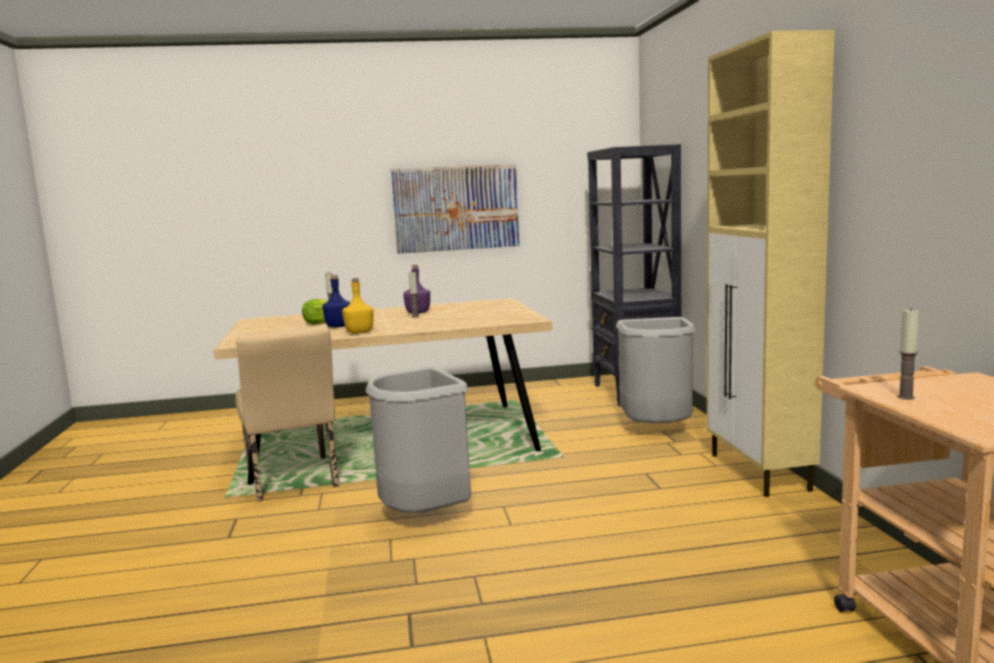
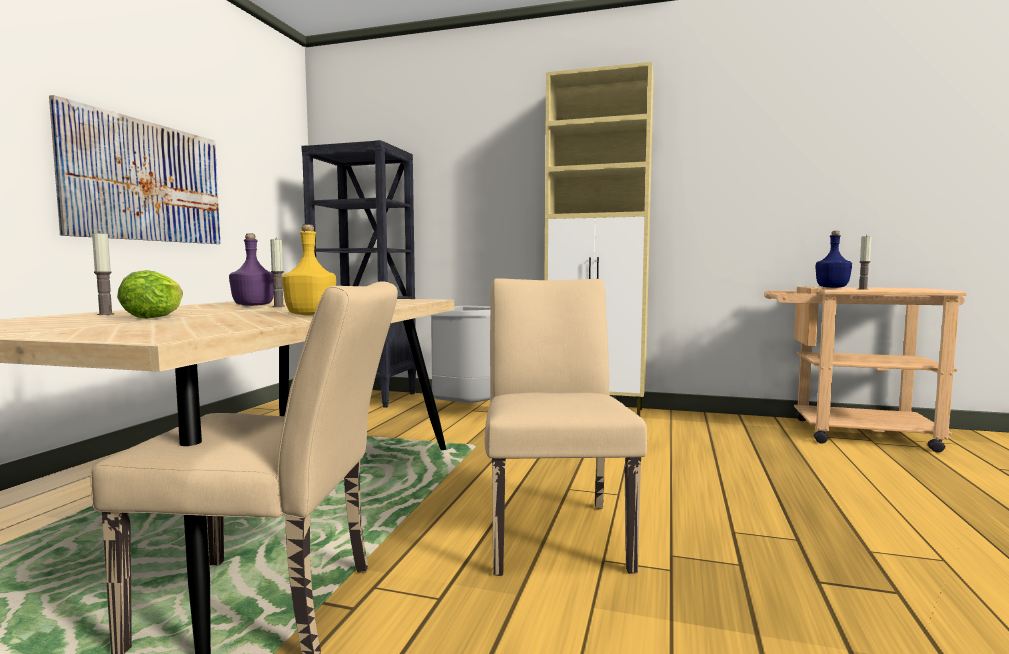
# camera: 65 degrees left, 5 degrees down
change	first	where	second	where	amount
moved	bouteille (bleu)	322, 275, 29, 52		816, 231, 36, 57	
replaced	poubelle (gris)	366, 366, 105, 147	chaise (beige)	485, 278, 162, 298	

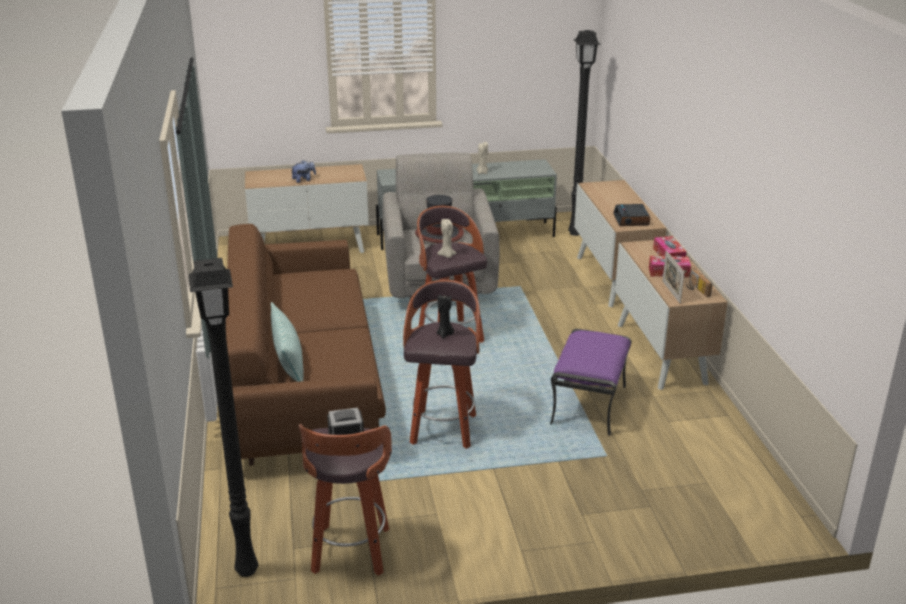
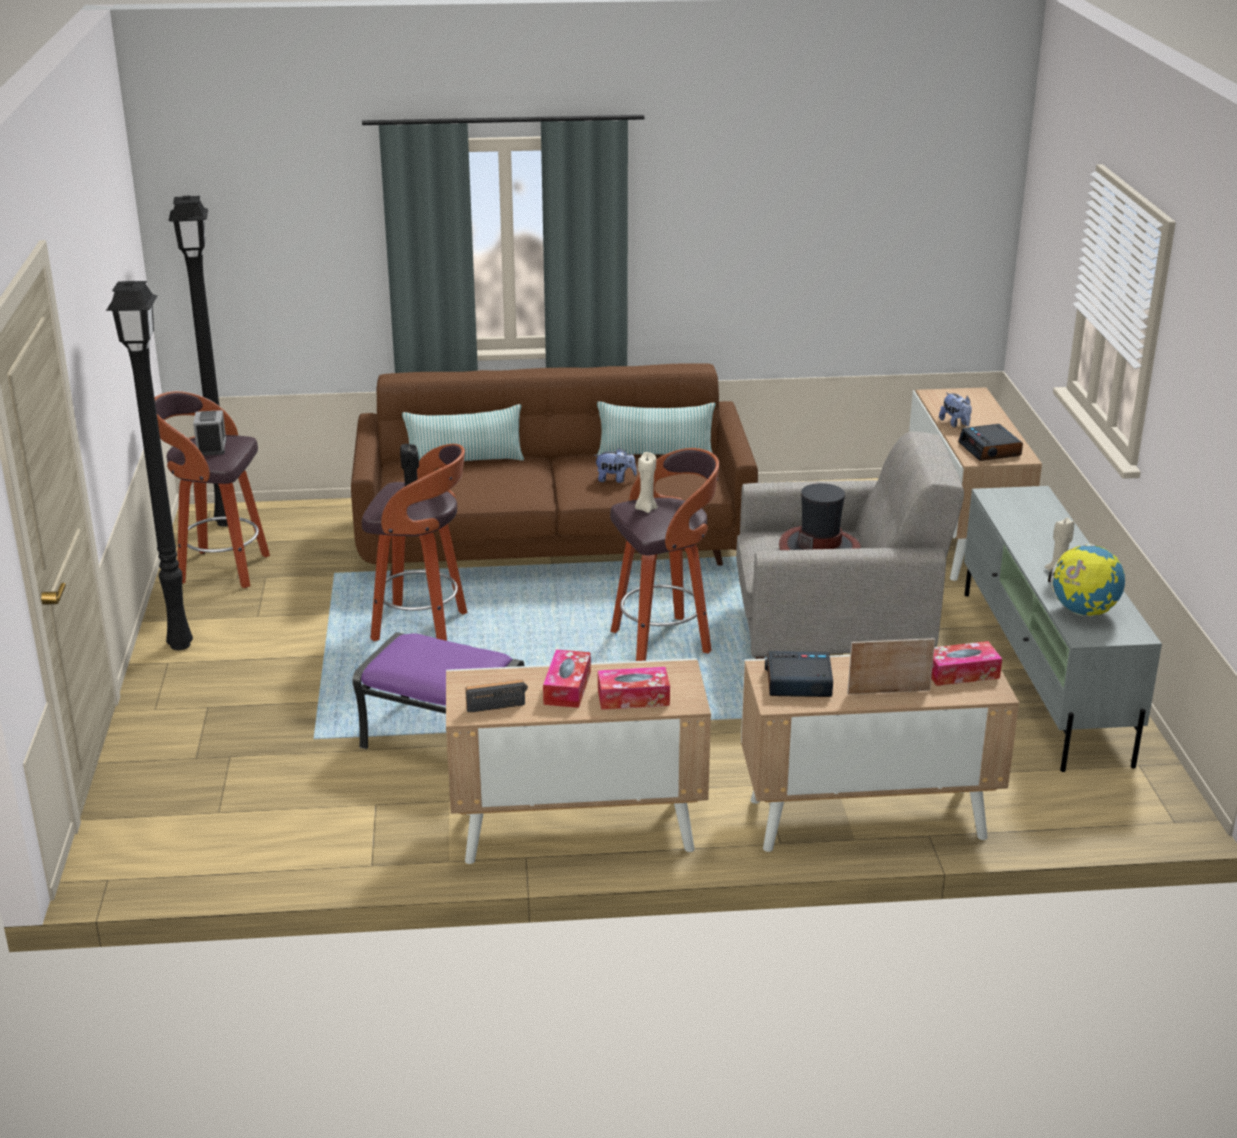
# camera: 95 degrees right, 0 degrees up
change	first	where	second	where	amount
added			peluche	594, 448, 43, 35	
added			coussin	597, 401, 119, 56	
added			boîte à mouchoirs	931, 641, 71, 45	
added			réveil	958, 424, 65, 37	
added			globe	1048, 544, 77, 72	
moved	lampadaire (noir)	568, 30, 32, 206		106, 281, 87, 369	
moved	cadre photo	663, 250, 21, 54		847, 638, 88, 56	

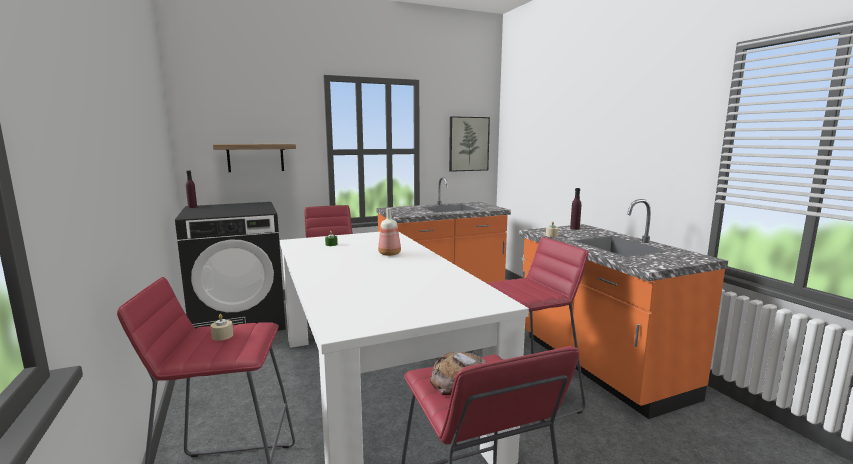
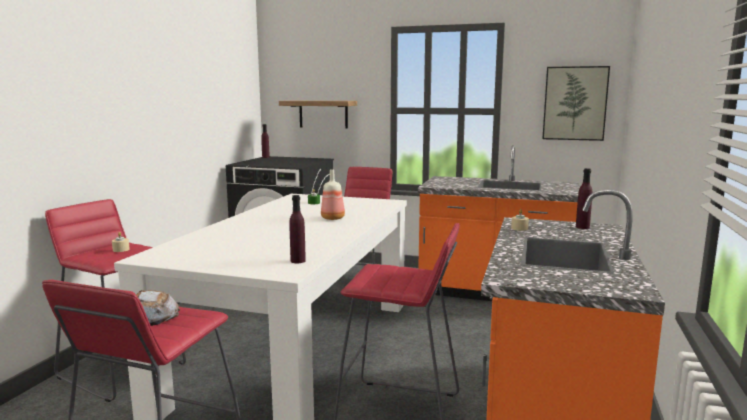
# camera: 40 degrees right, 0 degrees up
change	first	where	second	where	amount
added			bouteille (violet)	289, 195, 17, 68	

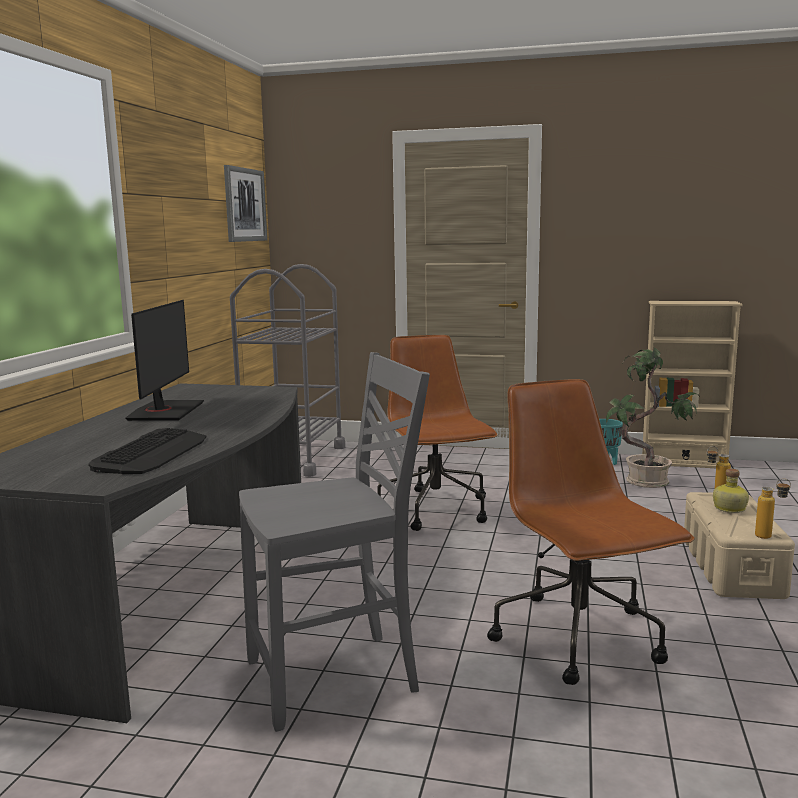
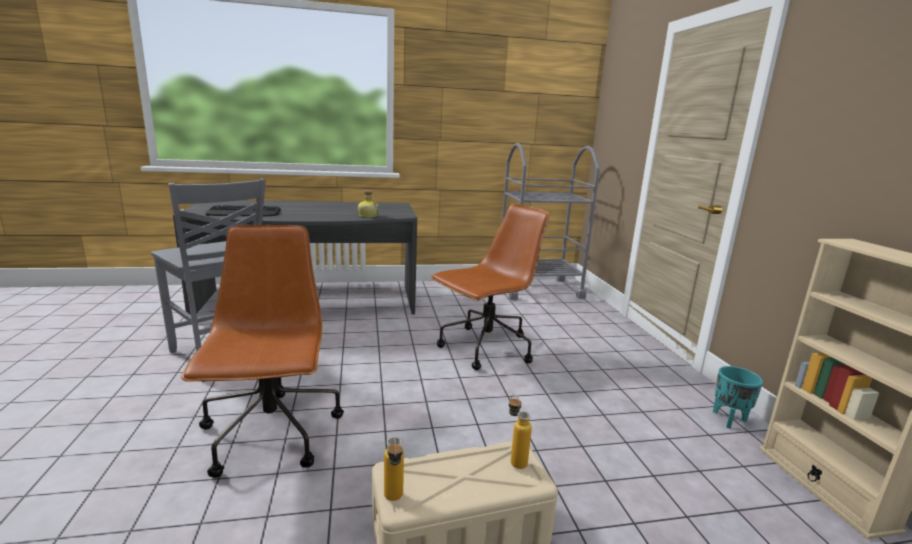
# camera: 65 degrees right, 5 degrees up
change	first	where	second	where	amount
removed	écran d'ordinateur	125, 300, 79, 121			
removed	tableau	224, 165, 43, 77			
removed	plante en pot	606, 347, 94, 141			
moved	bouteille	713, 469, 36, 44		358, 190, 21, 27	
turned	chaise de bureau (marron)	487, 379, 208, 306		181, 225, 163, 253	60 degrees counterclockwise

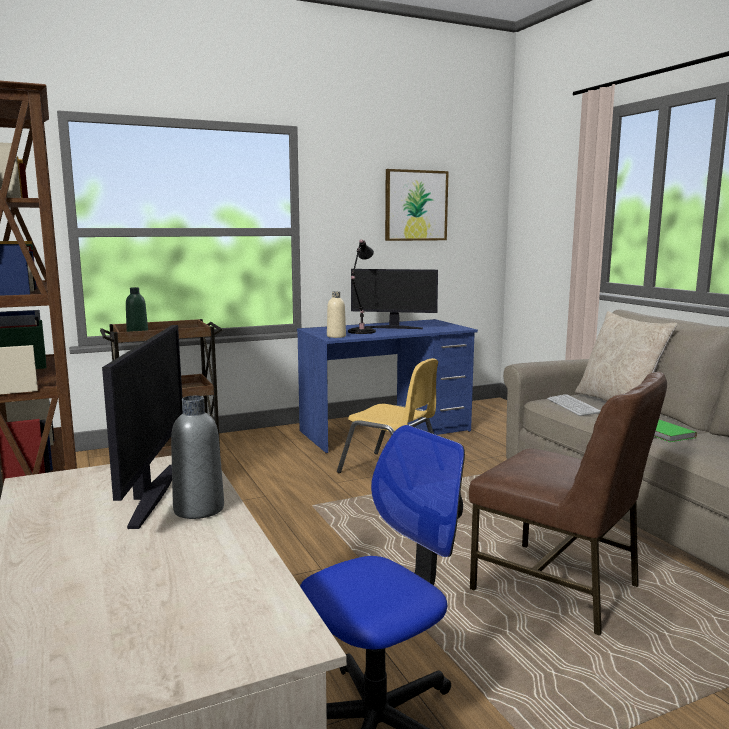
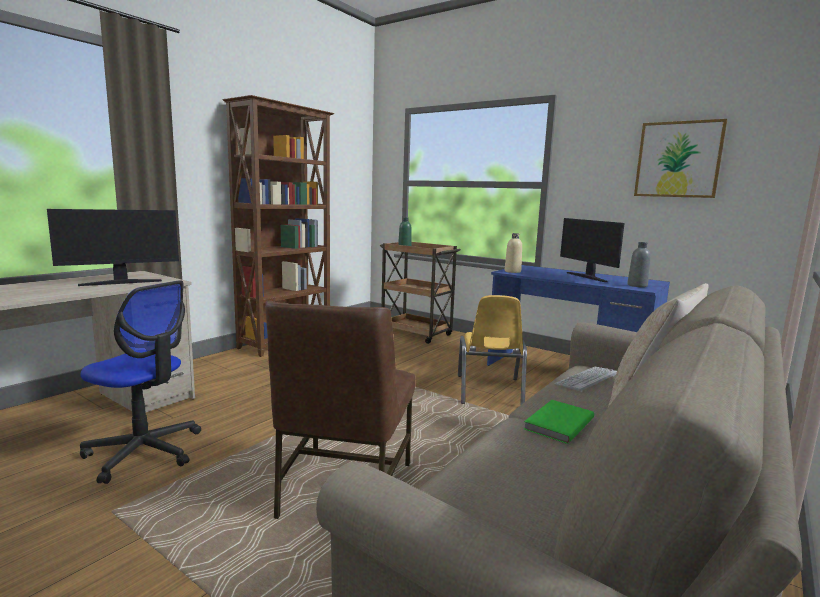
# camera: 60 degrees right, 0 degrees up
change	first	where	second	where	amount
removed	lampe de table (noir)	348, 240, 28, 94			
moved	bouteille (gris)	171, 396, 53, 123		627, 242, 24, 45	

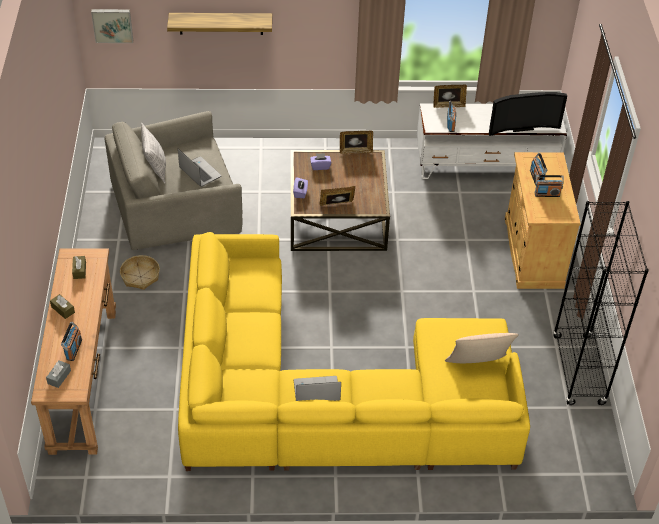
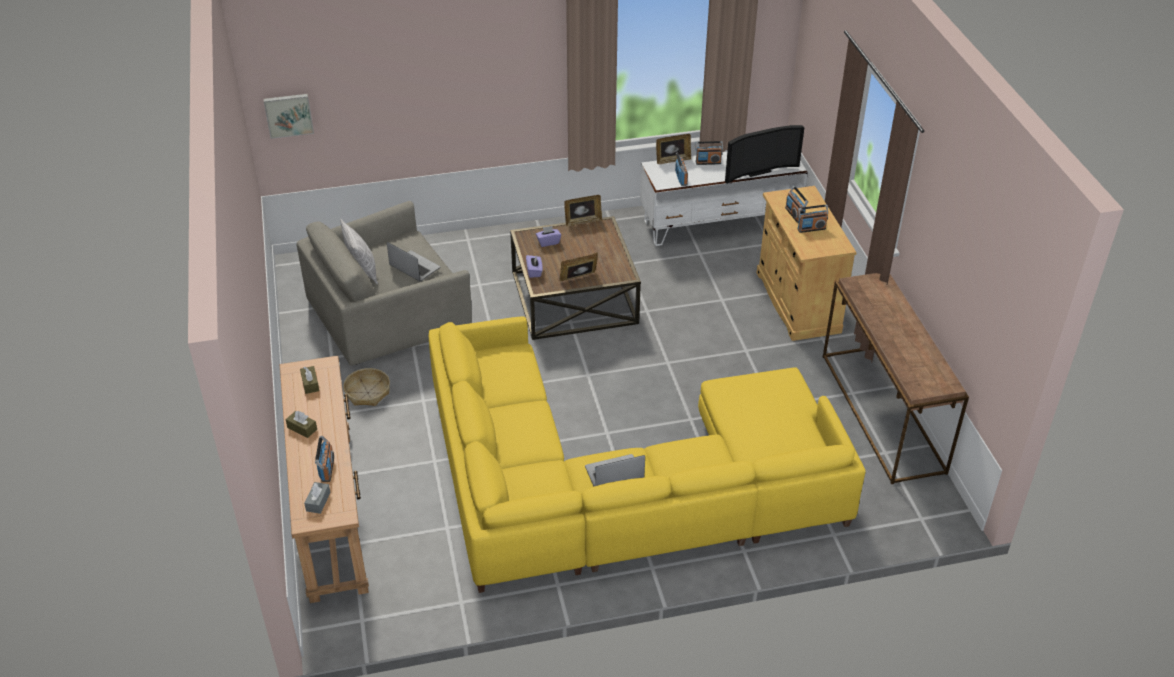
# camera: 10 degrees left, 5 degrees down
change	first	where	second	where	amount
removed	étagère	167, 13, 105, 22			
removed	coussin (beige)	445, 333, 74, 30			
added			radio	695, 141, 28, 24	
replaced	bibliothèque (noir)	553, 201, 96, 204	table console (marron)	823, 273, 146, 211	

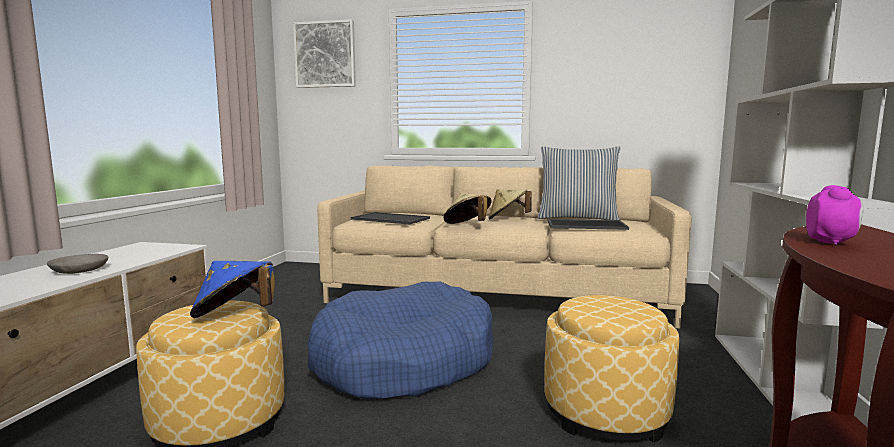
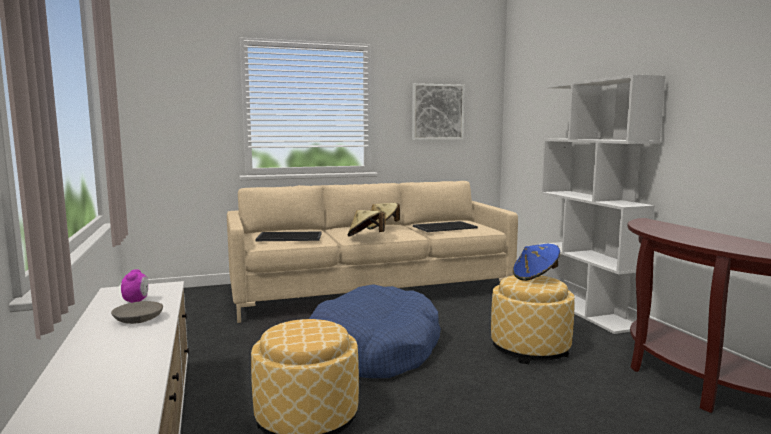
# camera: 30 degrees left, 0 degrees up
change	first	where	second	where	amount
removed	coussin	538, 146, 82, 74			
moved	chapeau (bleu)	190, 261, 85, 57		513, 244, 47, 37	
moved	tableau	293, 19, 63, 69		412, 83, 53, 57	
moved	réveil	806, 185, 57, 60		121, 270, 27, 33	

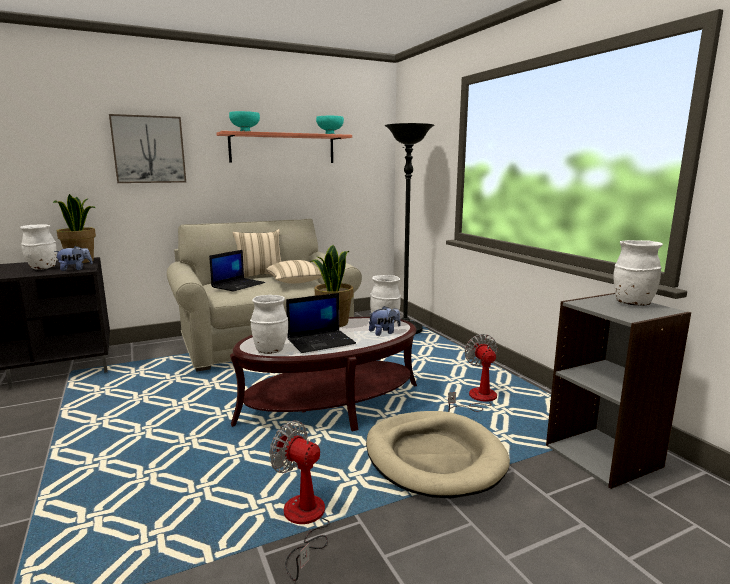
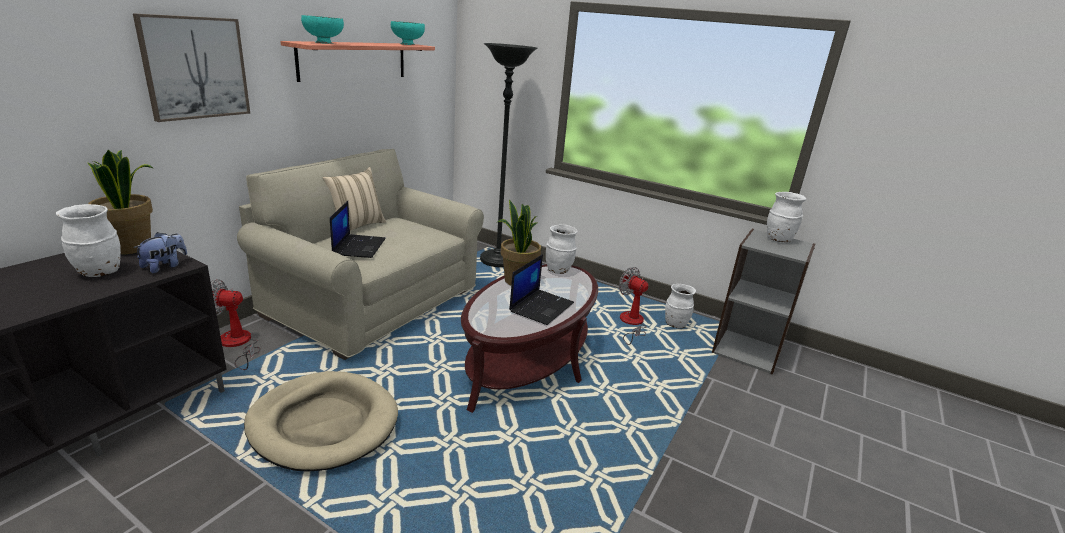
# camera: 35 degrees left, 10 degrees up
change	first	where	second	where	amount
removed	coussin (beige)	266, 260, 56, 24			
removed	peluche	369, 306, 32, 30			
moved	vase (blanc)	250, 295, 38, 59		665, 284, 31, 44	
moved	ventilateur	269, 421, 61, 160		211, 279, 49, 91	
moved	panier pour chien (beige)	366, 411, 144, 87		244, 371, 154, 101	

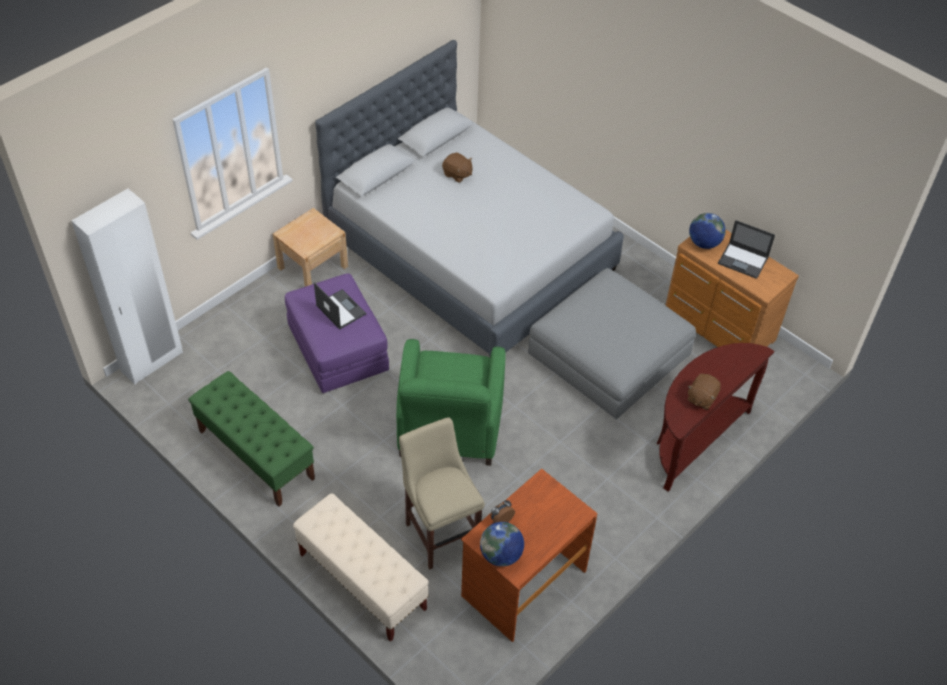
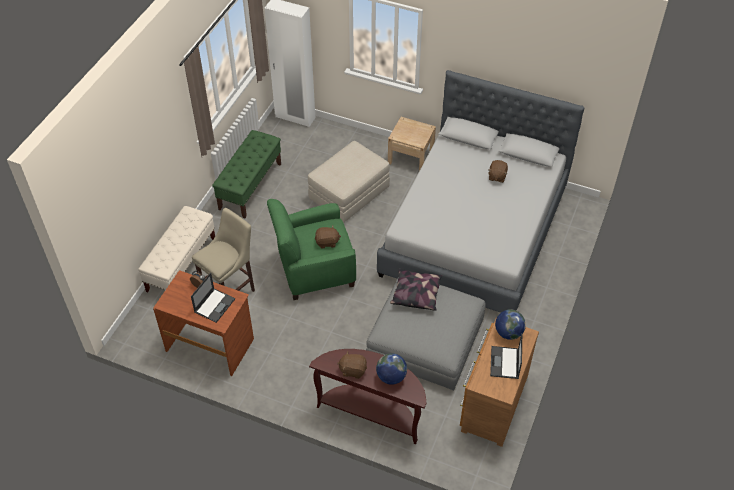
# camera: 70 degrees right, 0 degrees up
change	first	where	second	where	amount
added			peluche (marron)	315, 225, 26, 23	
added			coussin	390, 268, 52, 43	
moved	ordinateur portable	314, 282, 53, 47		191, 273, 44, 50	
moved	globe	480, 522, 44, 45		376, 353, 31, 32	
recoloured	pouf (violet)	285, 273, 104, 120	pouf (beige)	308, 141, 82, 82	

